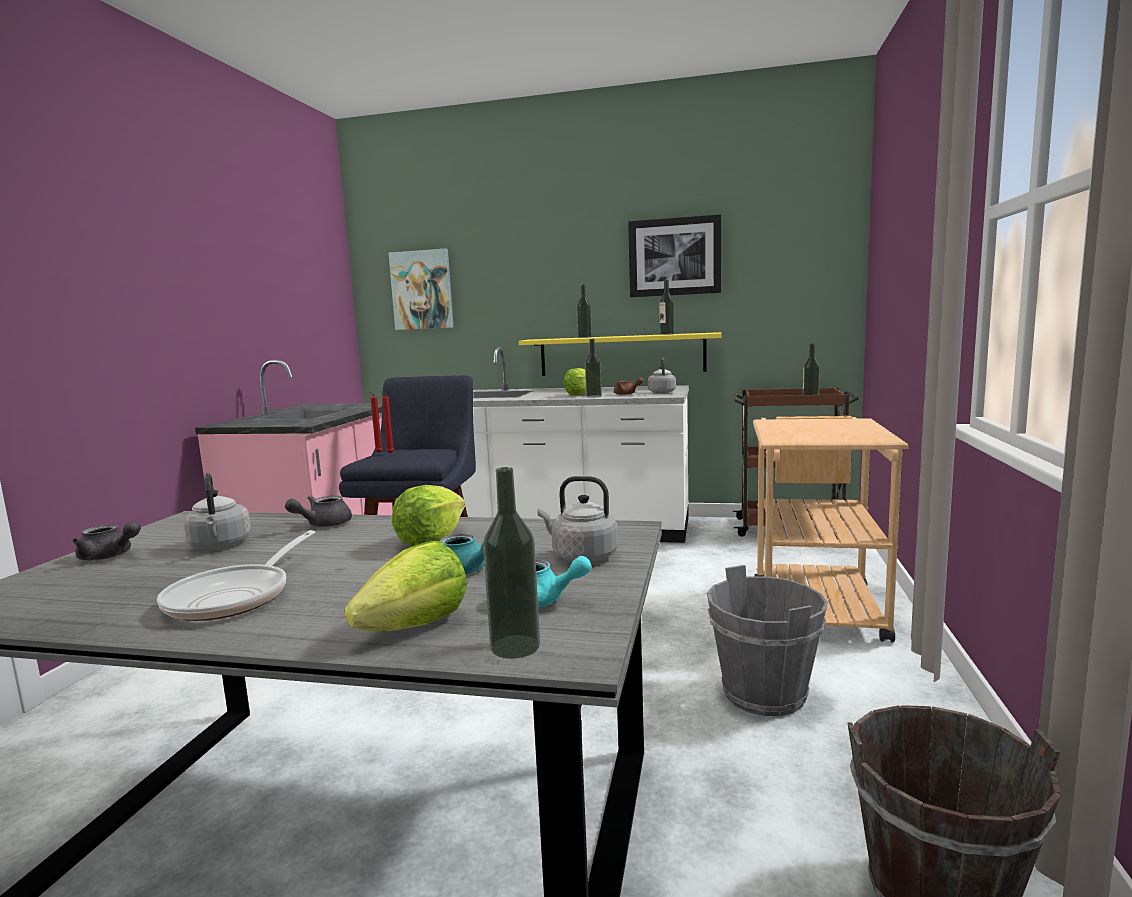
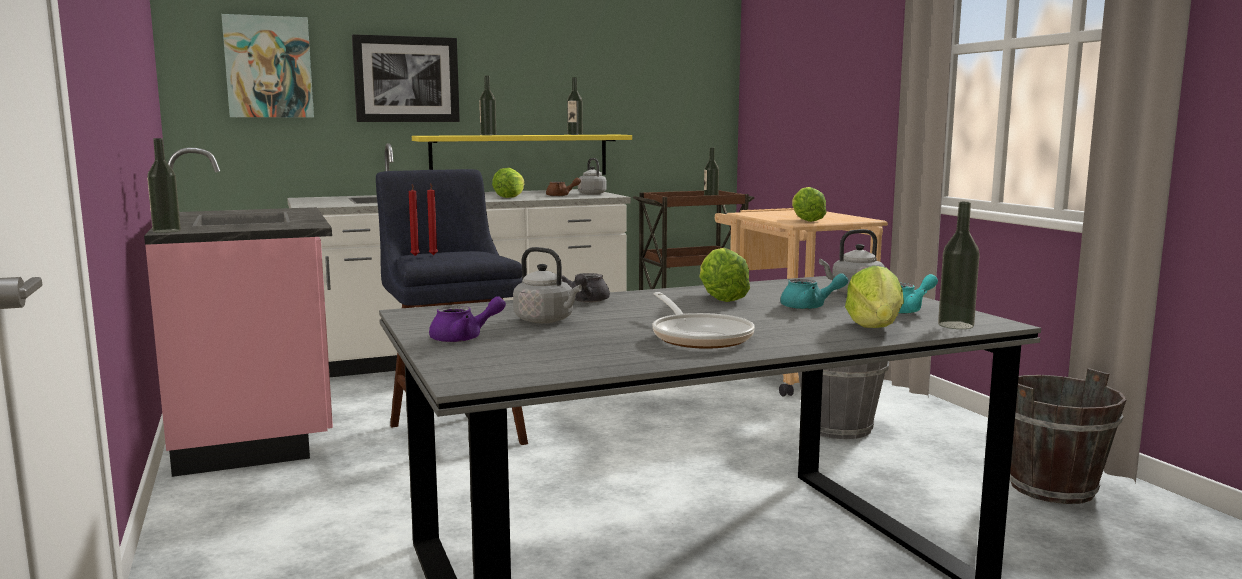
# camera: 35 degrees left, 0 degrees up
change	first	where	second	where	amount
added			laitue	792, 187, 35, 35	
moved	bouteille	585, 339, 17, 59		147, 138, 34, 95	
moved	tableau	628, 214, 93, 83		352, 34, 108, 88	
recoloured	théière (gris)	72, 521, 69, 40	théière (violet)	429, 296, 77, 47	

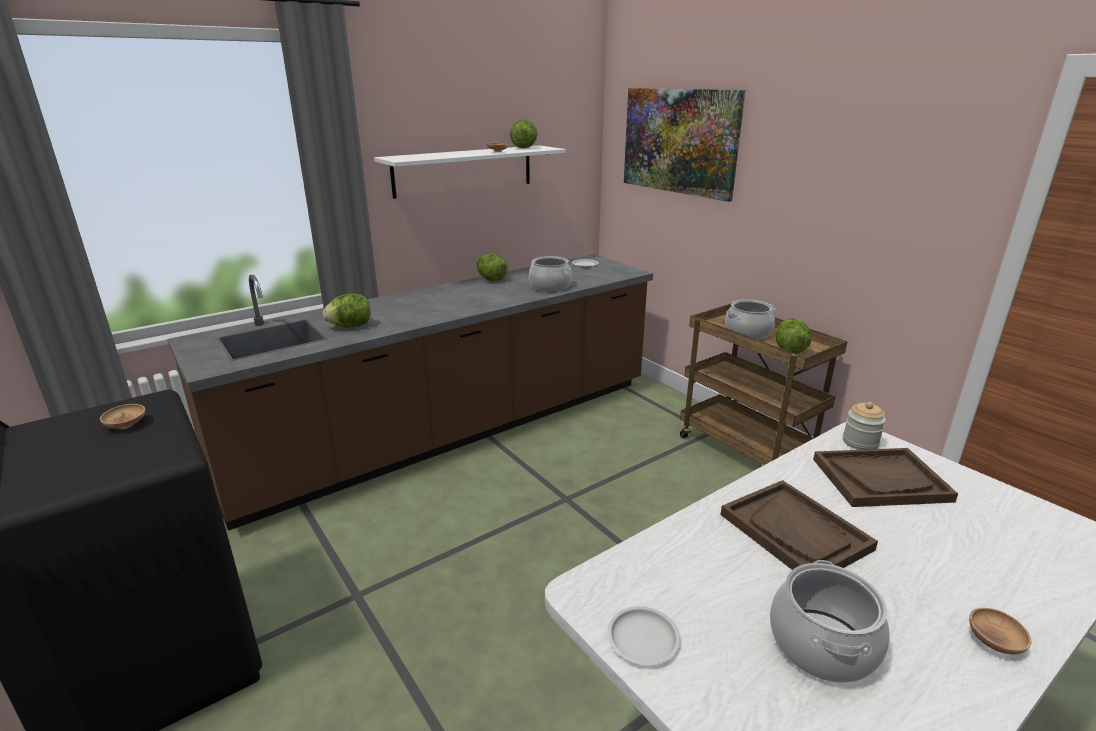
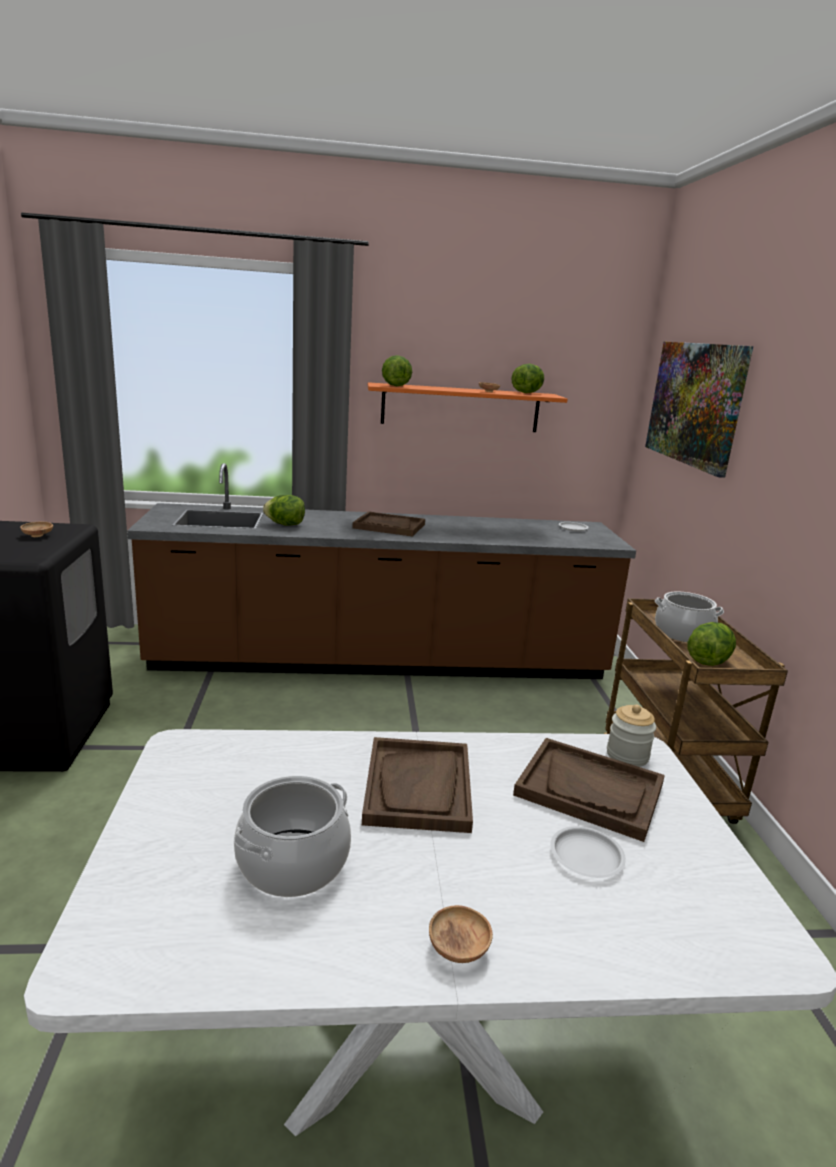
# camera: 30 degrees right, 5 degrees down
change	first	where	second	where	amount
removed	marmite	529, 256, 43, 36			
added			plateau (marron)	353, 511, 72, 26	
moved	laitue	477, 253, 31, 28		382, 355, 30, 31	
moved	assiette (blanc)	607, 606, 73, 59		551, 826, 75, 52	
recoloured	étagère (blanc)	374, 145, 192, 54	étagère (orange)	368, 382, 199, 50	

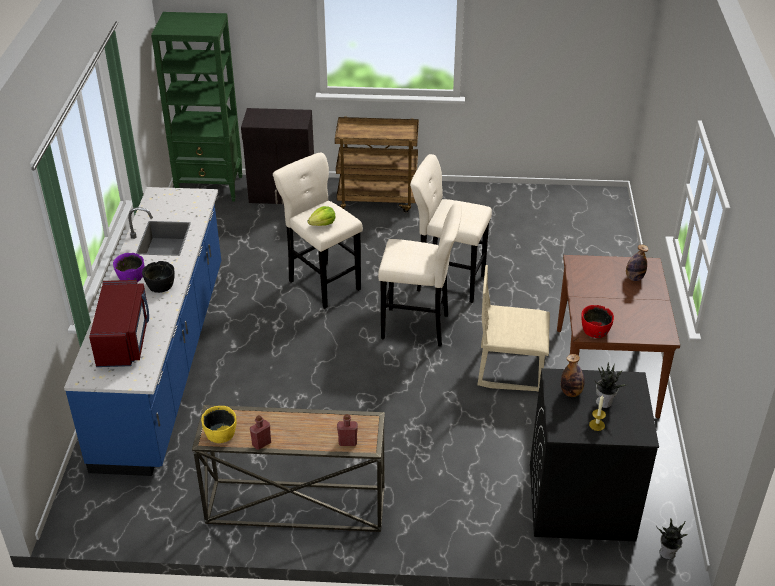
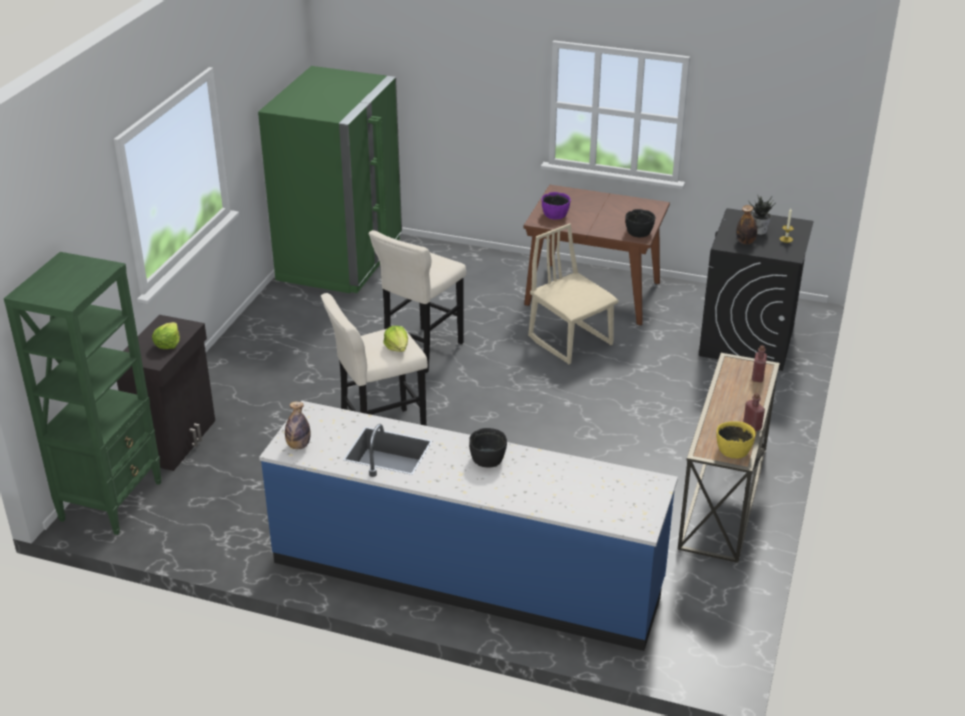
# camera: 75 degrees left, 5 degrees down
change	first	where	second	where	amount
removed	micro-ondes (rouge)	89, 280, 60, 87			
removed	chariot (marron)	335, 116, 84, 96			
removed	tabouret (beige)	378, 203, 84, 143			
removed	plante en pot	657, 518, 30, 41			
added			laitue	152, 322, 28, 27	
added			réfrigérateur (vert)	258, 66, 144, 227	
moved	bol (violet)	113, 253, 31, 29		541, 192, 30, 28	
moved	bouteille	626, 245, 23, 36		285, 401, 26, 48	
recoloured	bol (rouge)	582, 305, 32, 33	bol (noir)	625, 209, 30, 28	
turned	chaise (beige)	478, 265, 72, 127		528, 223, 91, 141	120 degrees clockwise

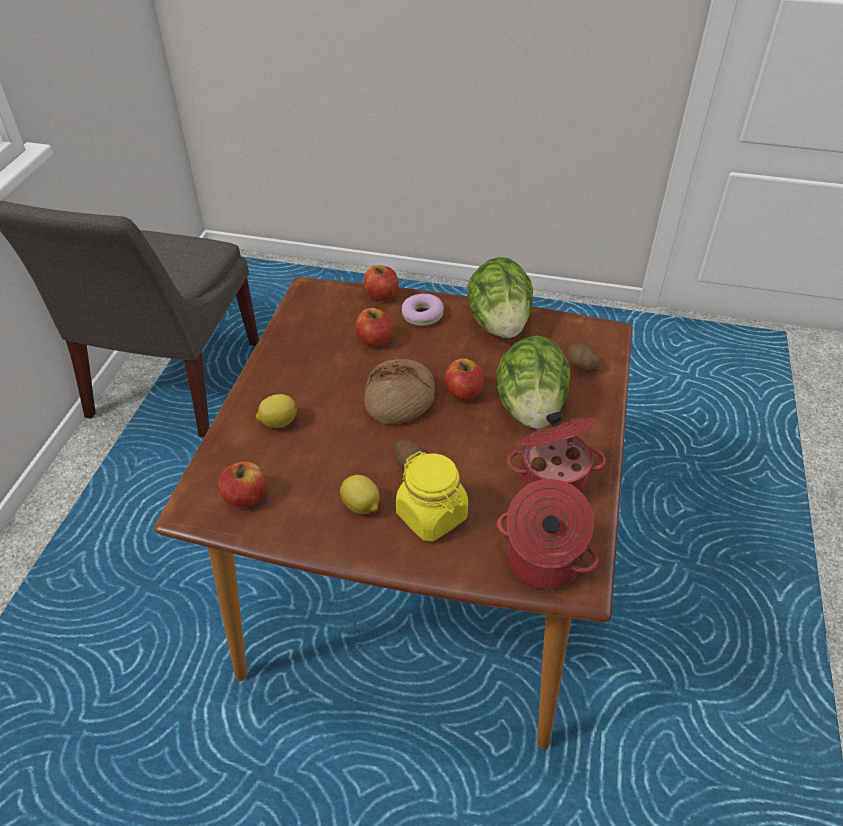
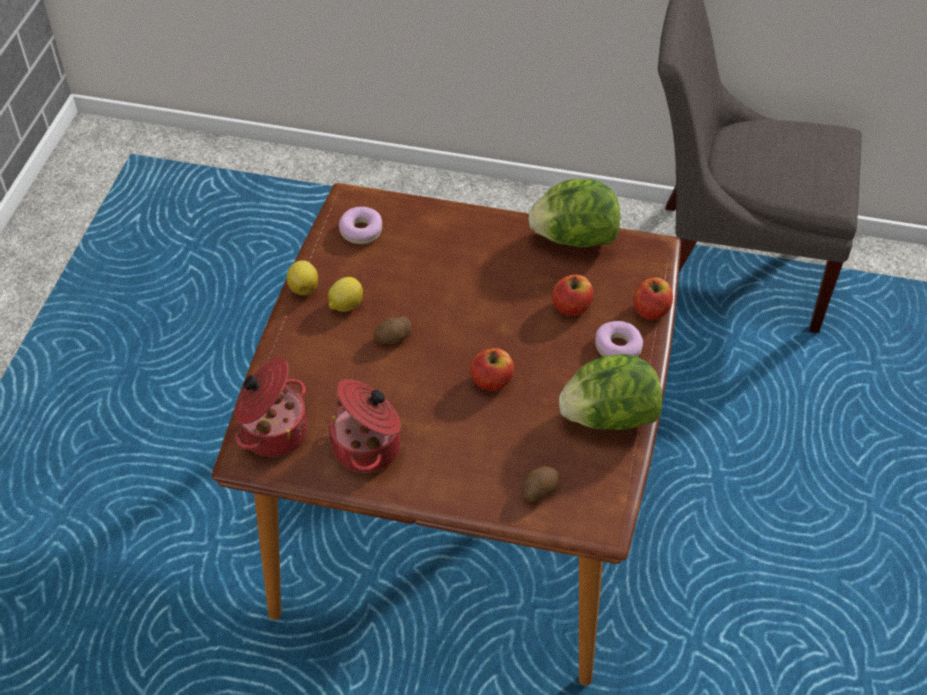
# camera: 90 degrees right, 5 degrees up
change	first	where	second	where	amount
removed	pain	364, 359, 71, 65			
removed	bocal (jaune)	396, 451, 72, 90			
moved	citron	256, 394, 41, 34		287, 260, 31, 35	
moved	laitue	497, 336, 74, 93		528, 179, 92, 68	
replaced	pomme	218, 461, 48, 46	beignet	339, 207, 43, 37	

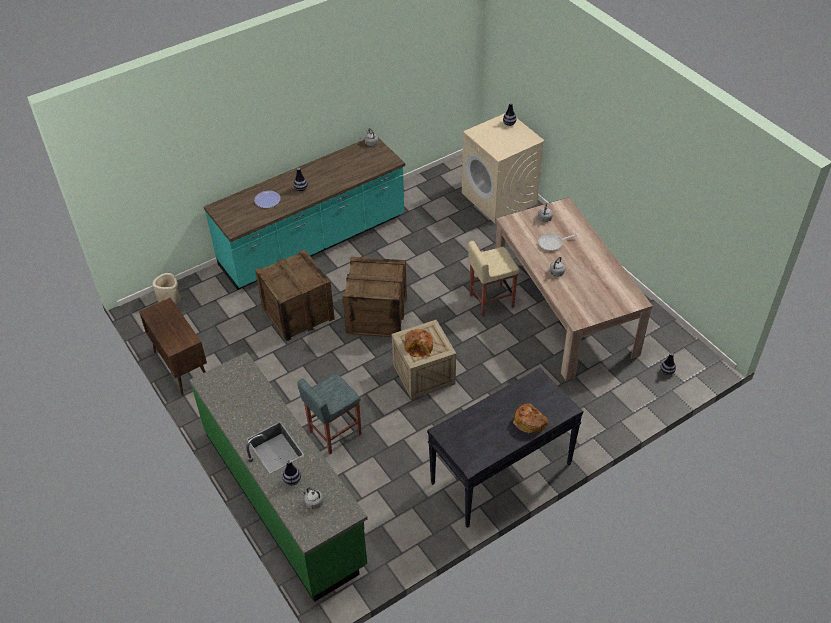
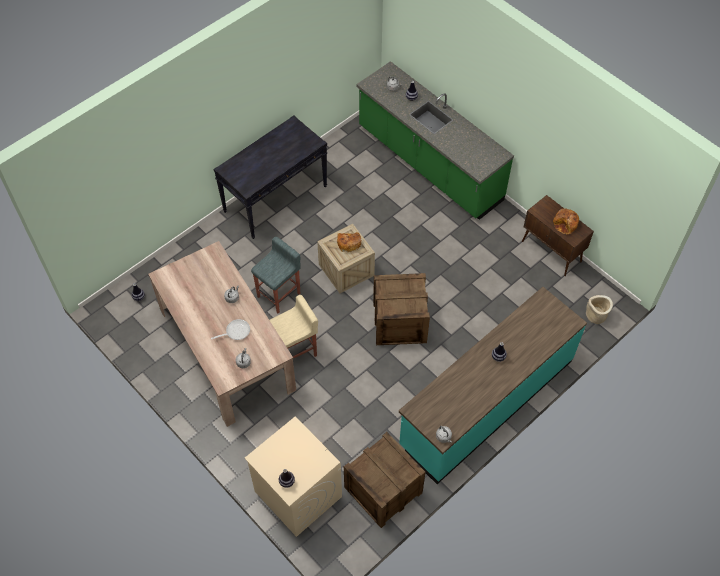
# camera: 170 degrees right, 10 degrees up
change	first	where	second	where	amount
removed	assiette	254, 191, 27, 17			
moved	caisse	255, 249, 80, 92		344, 432, 82, 96	
moved	tabouret (gris)	297, 374, 64, 80		251, 237, 50, 76	
moved	pain	513, 403, 35, 31		553, 208, 26, 26	

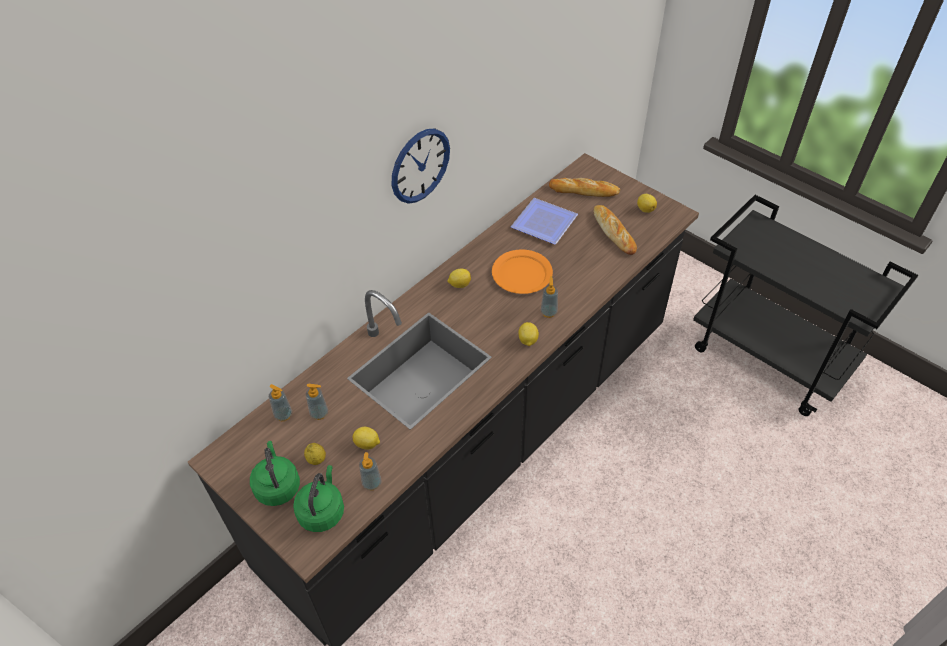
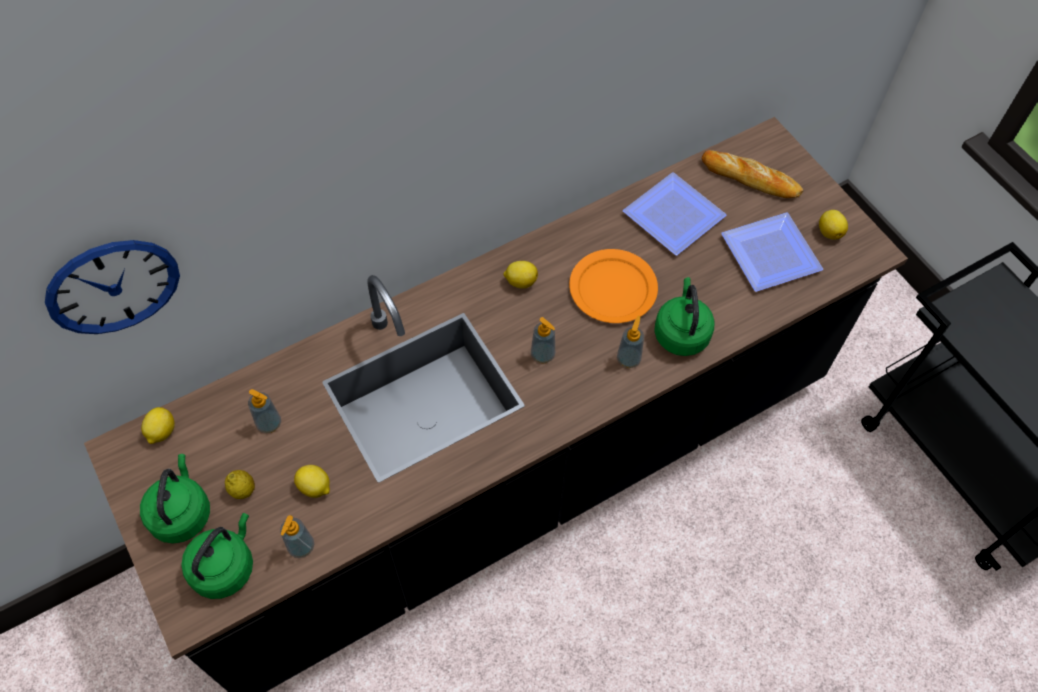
# camera: 15 degrees right, 10 degrees up
change	first	where	second	where	amount
added			bouilloire (vert)	654, 277, 61, 79	
moved	distributeur de savon	269, 384, 23, 37		531, 317, 24, 46	
moved	horloge murale	392, 129, 58, 75		45, 240, 135, 94	
moved	citron	518, 322, 21, 24		141, 407, 34, 37	
replaced	pain	593, 205, 44, 50	assiette	721, 212, 102, 80	

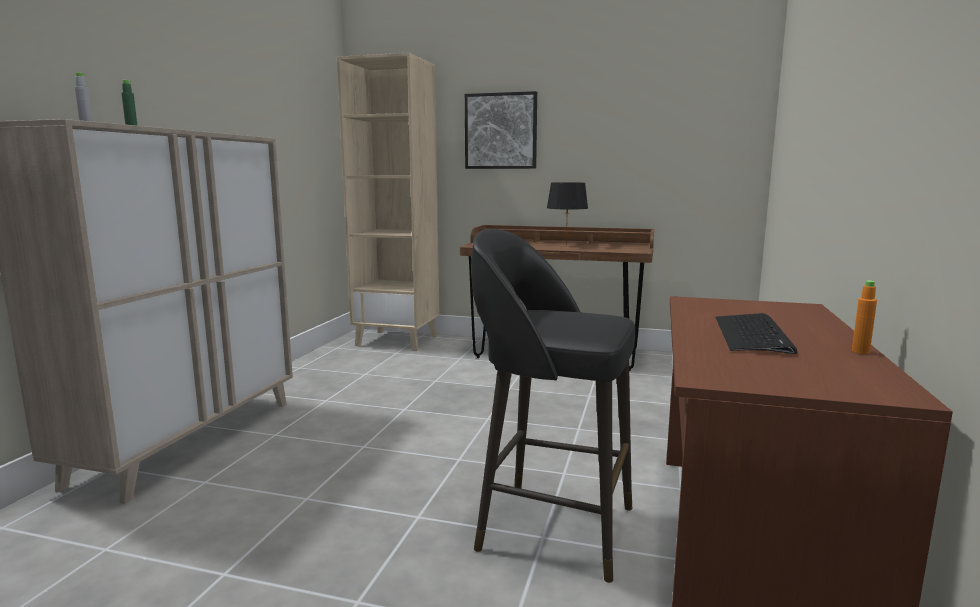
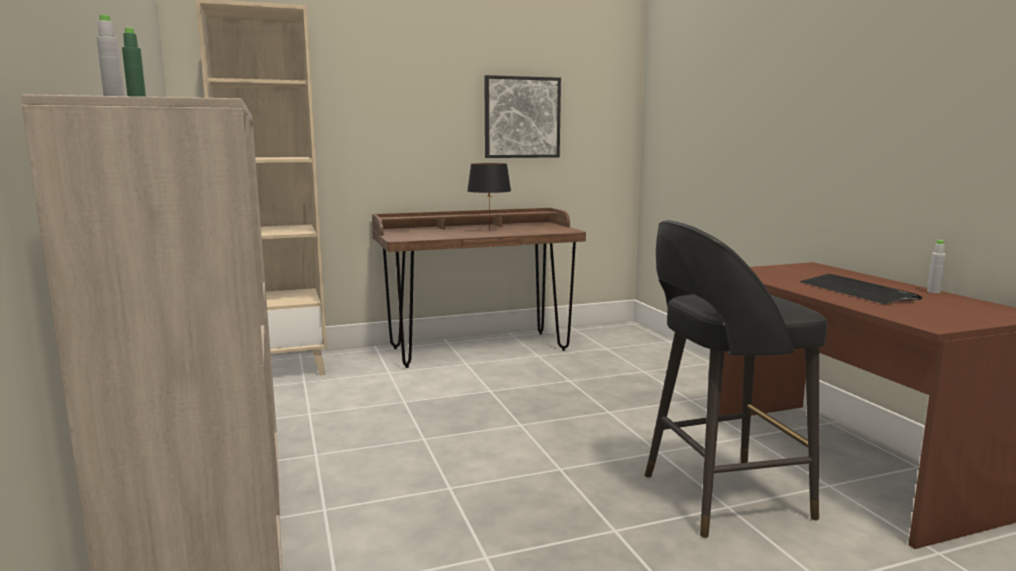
# camera: 35 degrees left, 0 degrees up
change	first	where	second	where	amount
moved	tableau	465, 91, 72, 78		484, 75, 77, 83	
recoloured	bouteille (orange)	852, 280, 25, 74	bouteille (gris)	927, 240, 19, 53	

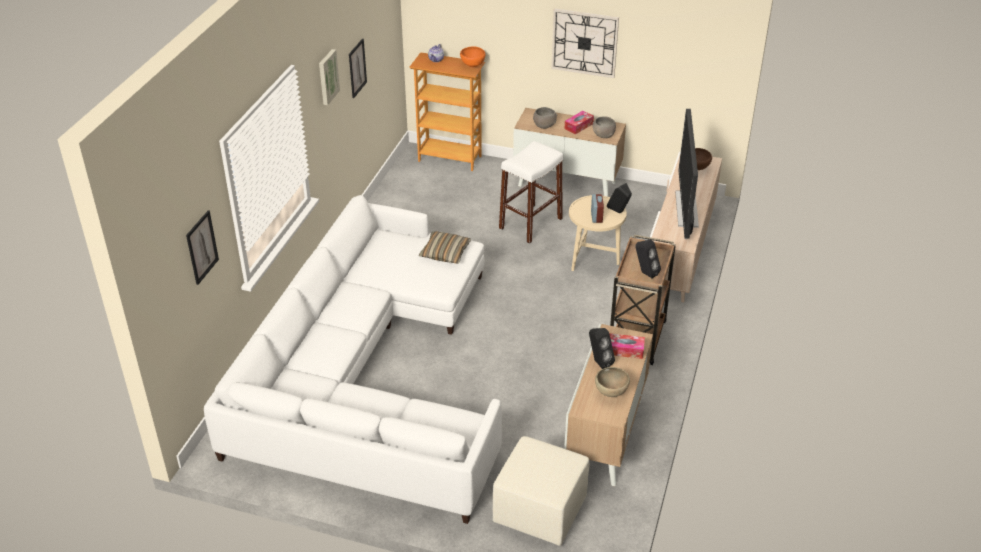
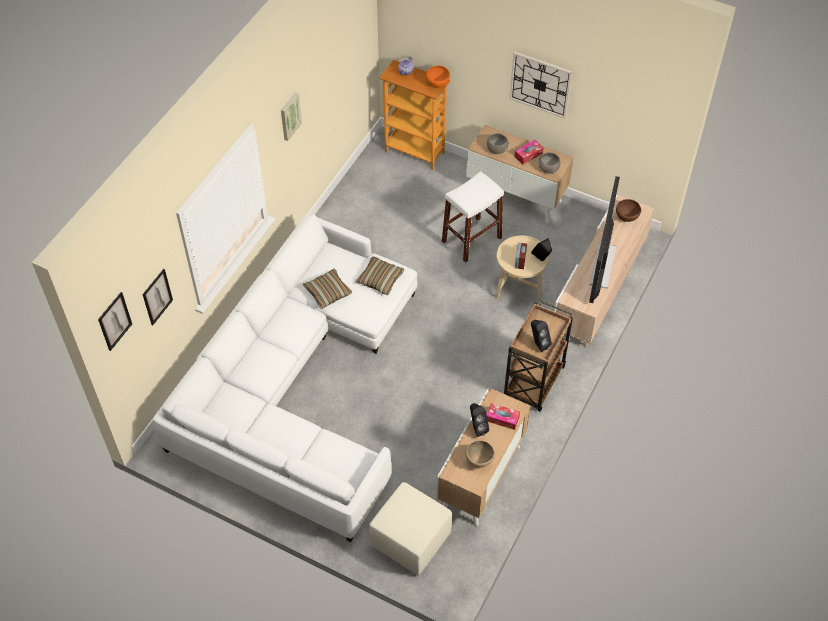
# camera: 10 degrees right, 15 degrees up
change	first	where	second	where	amount
added			coussin	303, 269, 49, 40	
moved	tableau	349, 39, 18, 59		98, 292, 34, 59	

